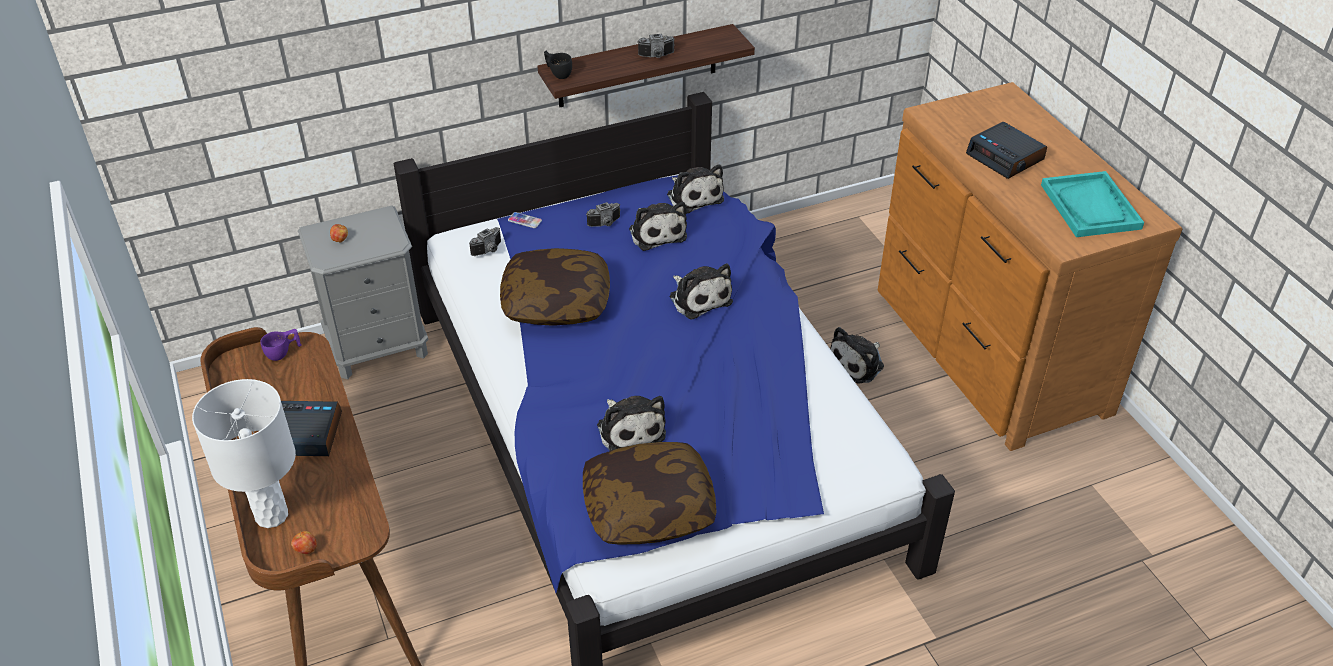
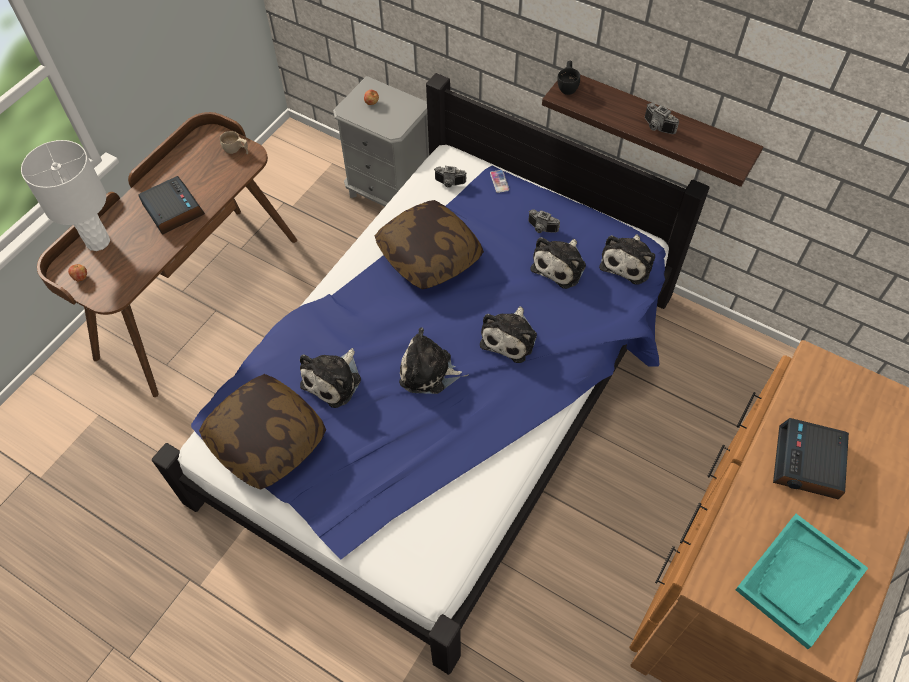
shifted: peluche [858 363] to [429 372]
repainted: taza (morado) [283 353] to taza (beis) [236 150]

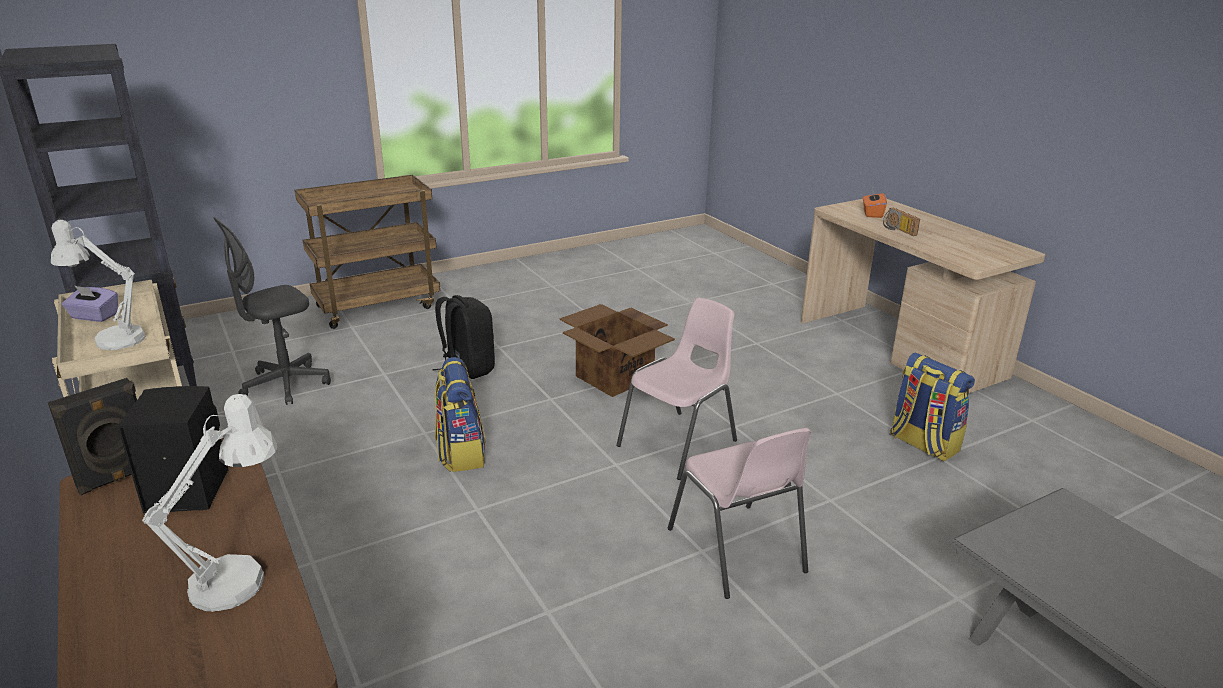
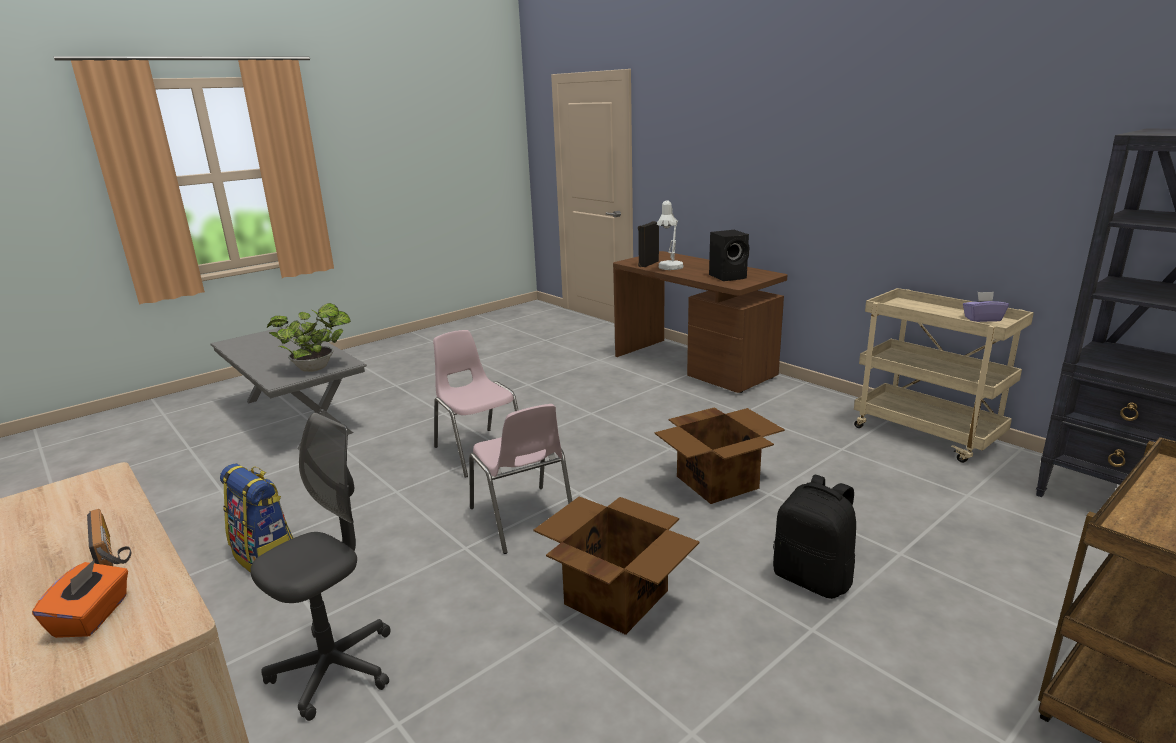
gone: lámpara de mesa (blanco) [112 339]
new: planta en maceta [317 368]
shifted: altavoz (negro) [117 478] to [647 264]; silla de oficina (gris) [285 385] to [334 669]
swapped: mochila [461 453] to caja de cartón [718 482]
rotated: silla (rosa) [680 443] = [523 520] 60 degrees counterclockwise

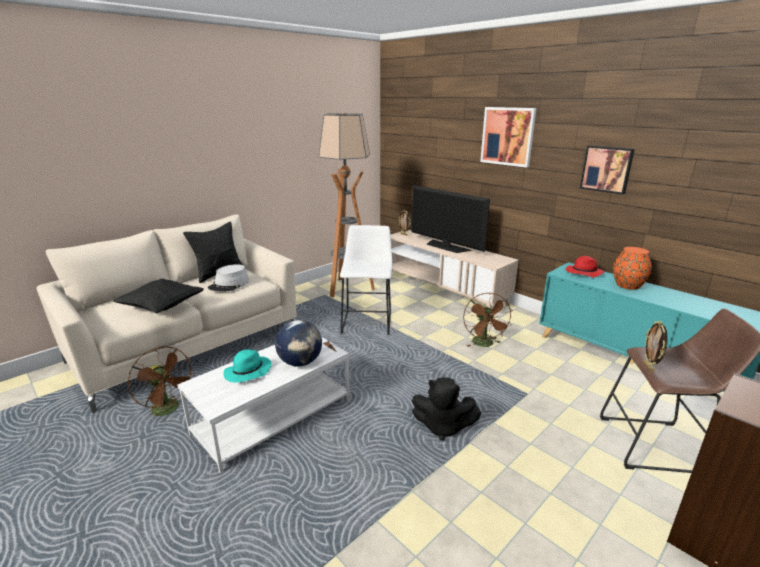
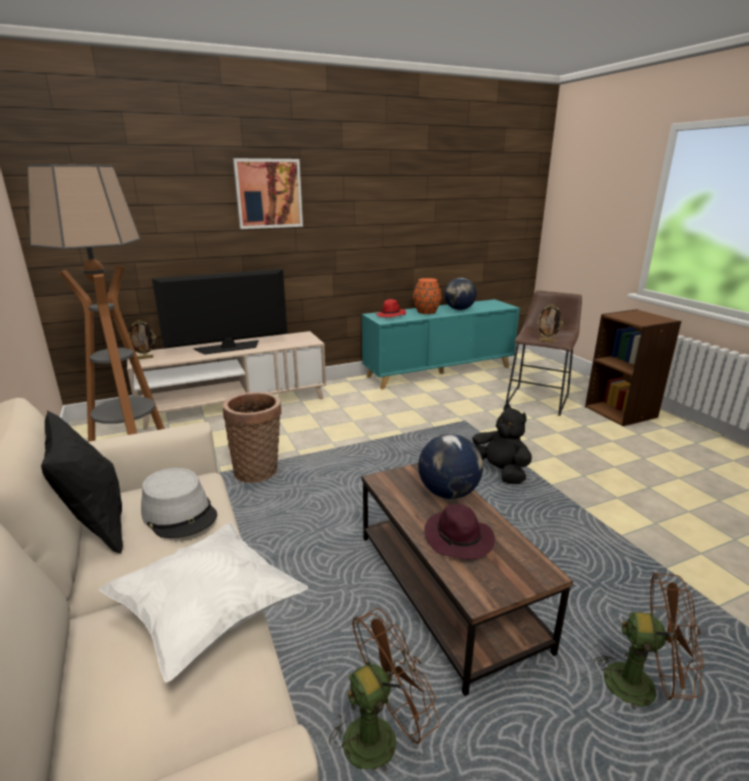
gone: cuadro [607 169]
new: globo terráqueo [459 309]
shifted: ventilador (marrón) [484 344] to [641 686]
swapped: taburete (blanco) [367 321] to cesta [258 471]
repainted: cojín (negro) [162 307] to cojín (blanco) [208 614]; mesa de centro (blanco) [274 416] to mesa de centro (marrón) [445 589]; sombrero (turquesa) [247 372] to sombrero (morado) [459 539]
rotated: peluche (negro) [443 427] = [499 471] 75 degrees counterclockwise

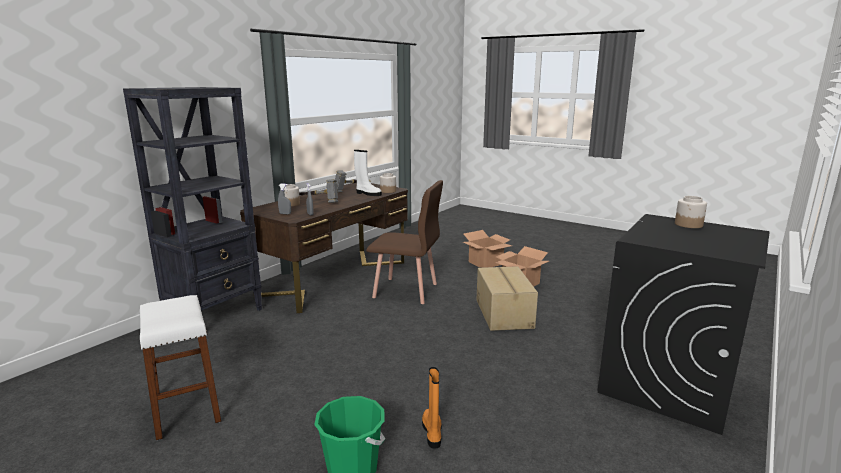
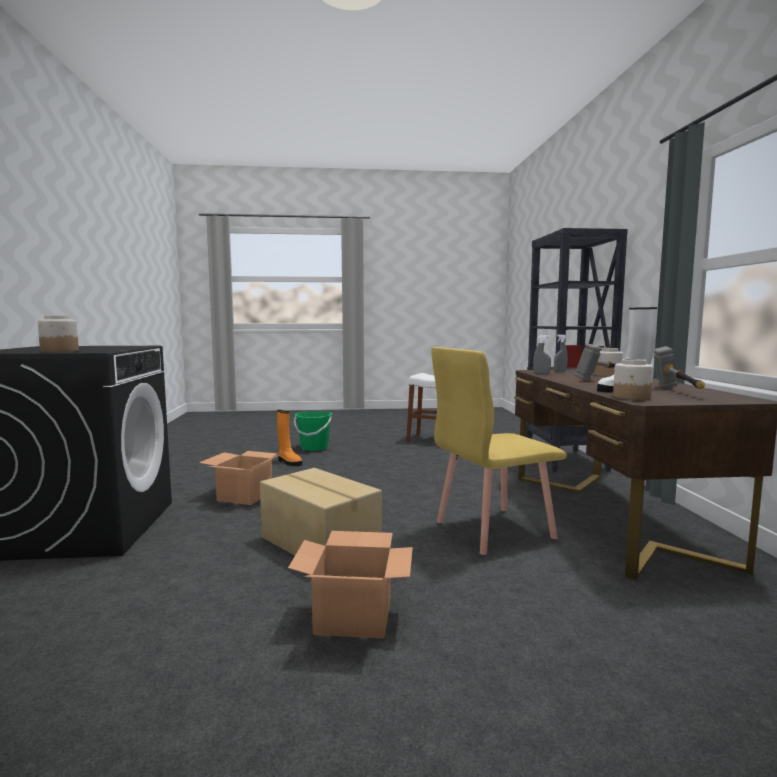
shifted: caja de cartón [486 263] to [245 496]
repainted: silla (marrón) [406 291] to silla (amarillo) [492 529]

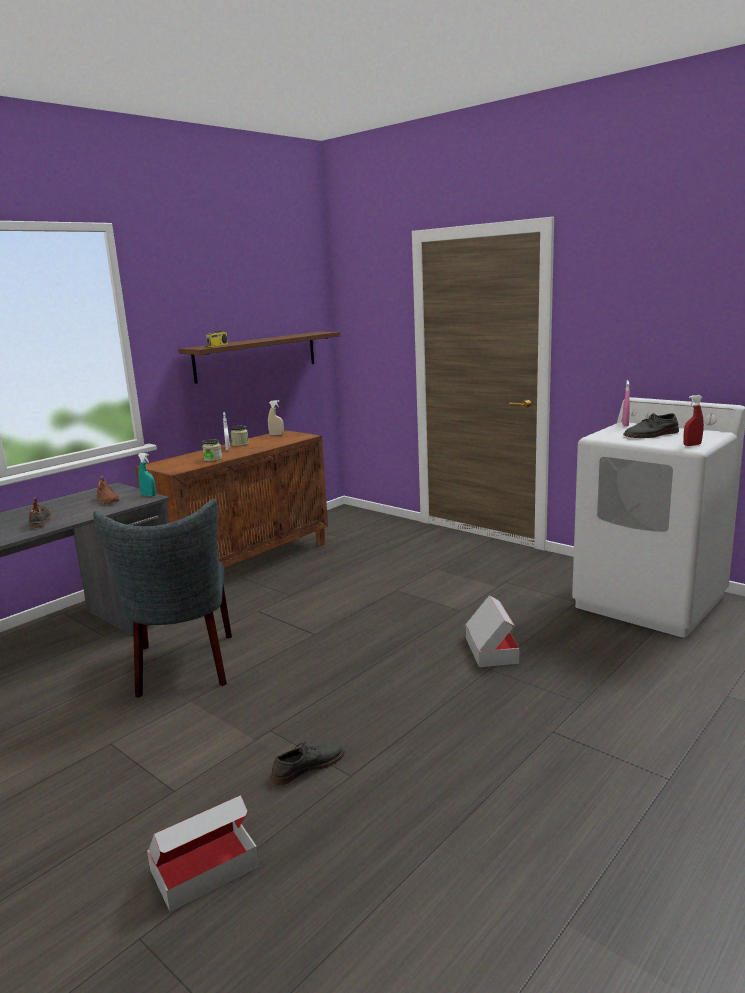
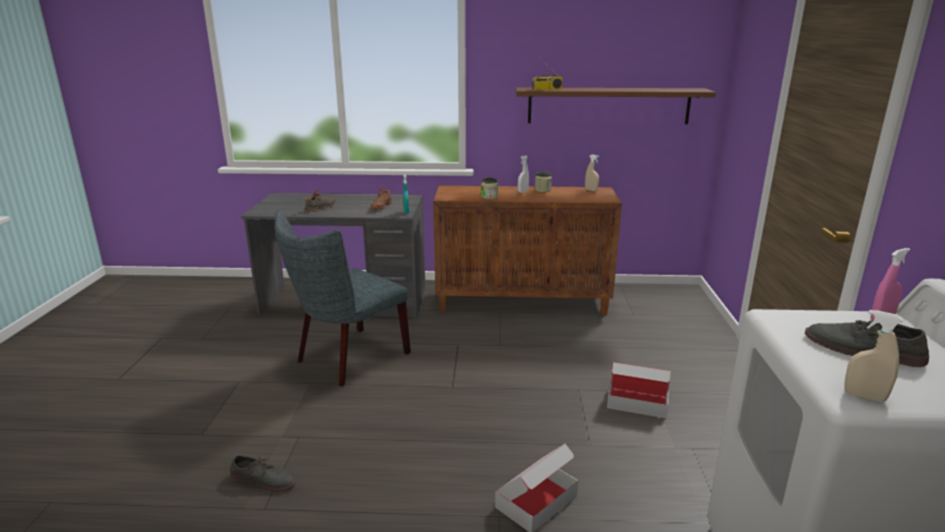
shifted: caja de cartón [204 868] to [637 402]
repainted: pulverizador (rojo) [692 445] to pulverizador (beis) [864 396]

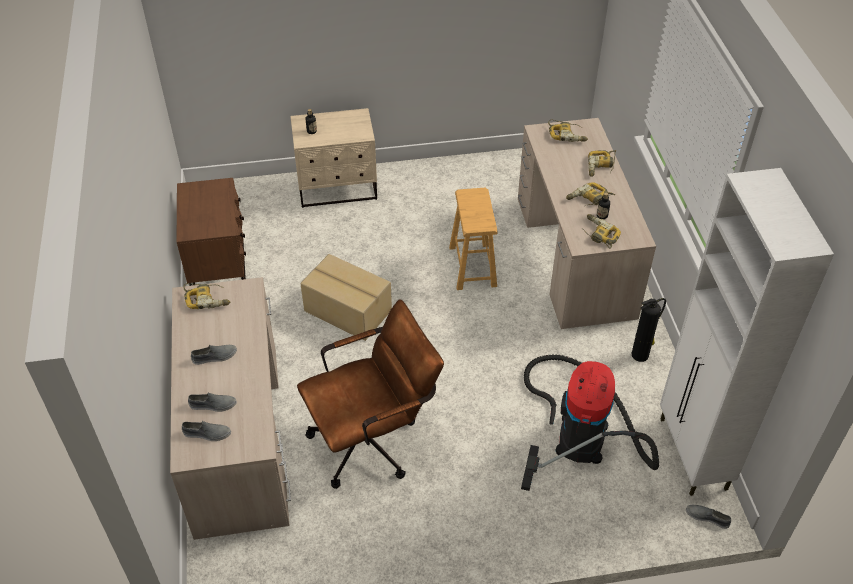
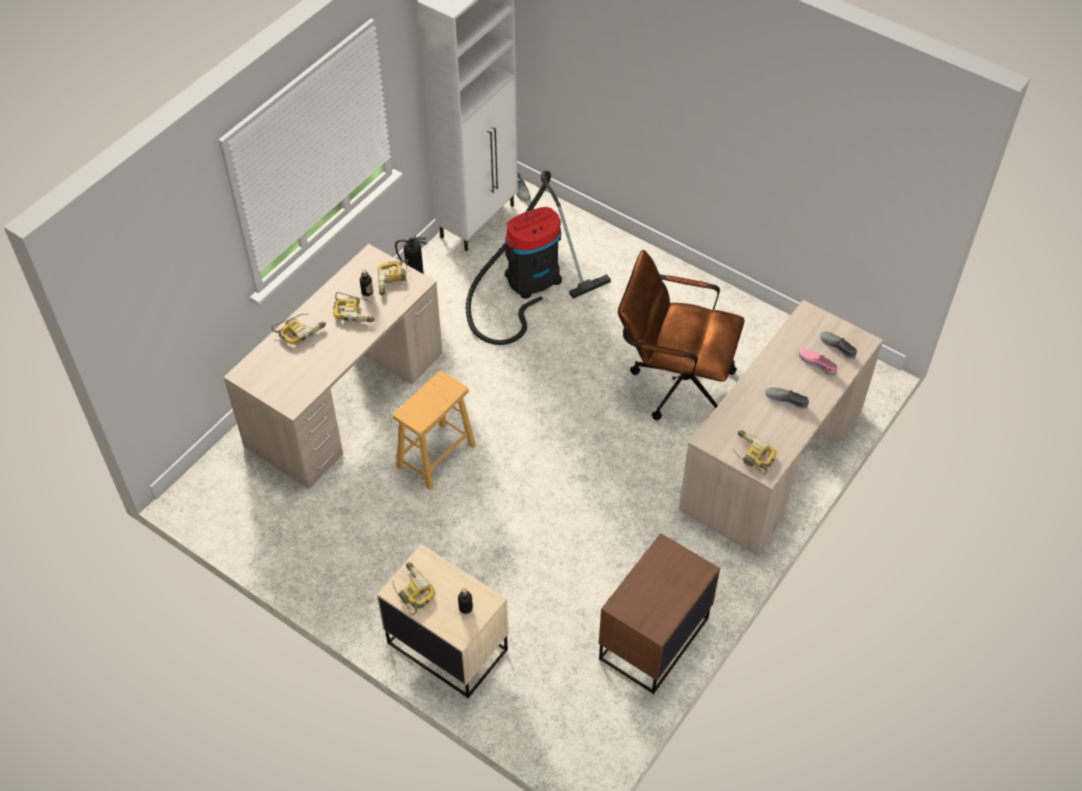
gone: caja de cartón [347 311]
shifted: taladro [567 135] to [411 591]
repainted: zapato (gris) [213 405] to zapato (rosa) [817 364]

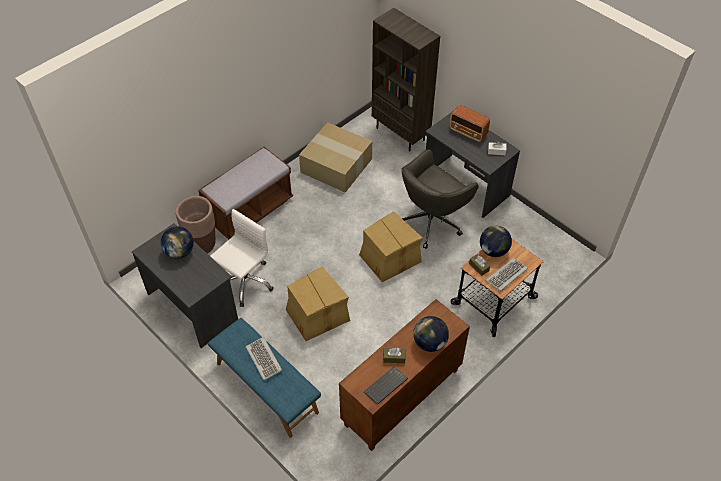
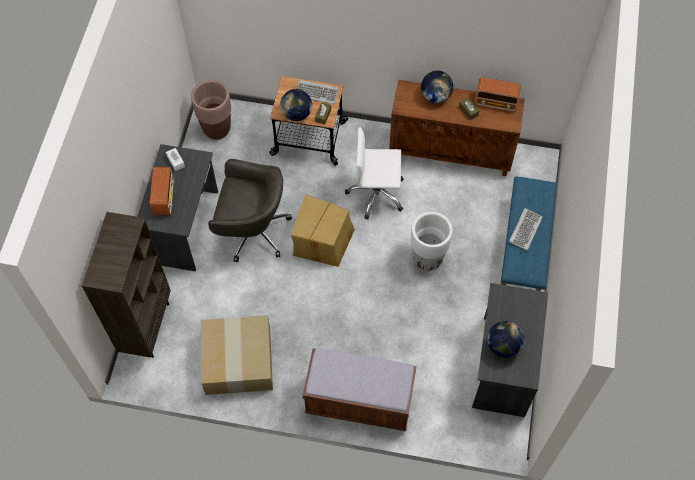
shifted: maceta (marrón) [202 245] to [216 129]; silla de oficina (blanco) [245 281] to [376 194]
swapped: caja de cartón [317 314] to maceta (blanco) [427 258]; teclado [386 386] to radio [496 102]

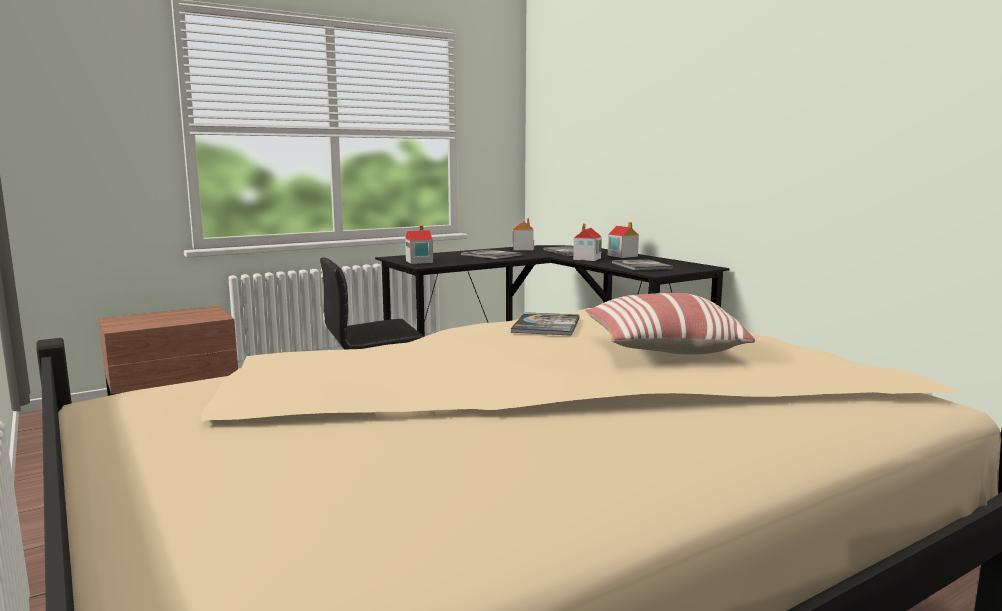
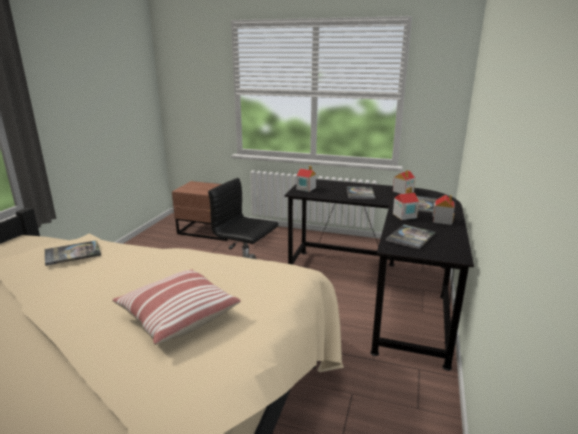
shifted: libro [546 325] to [72 253]

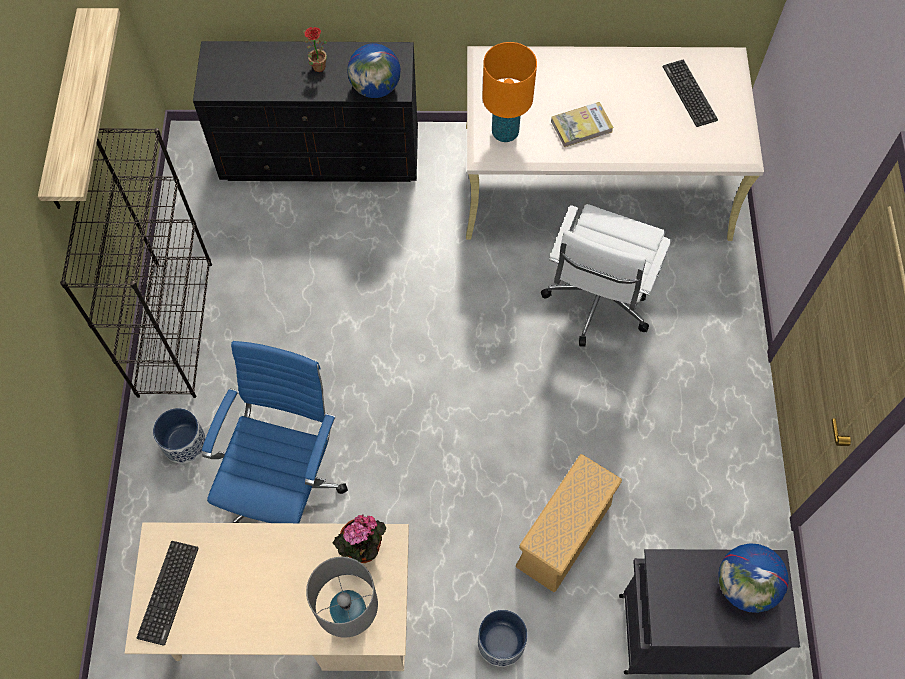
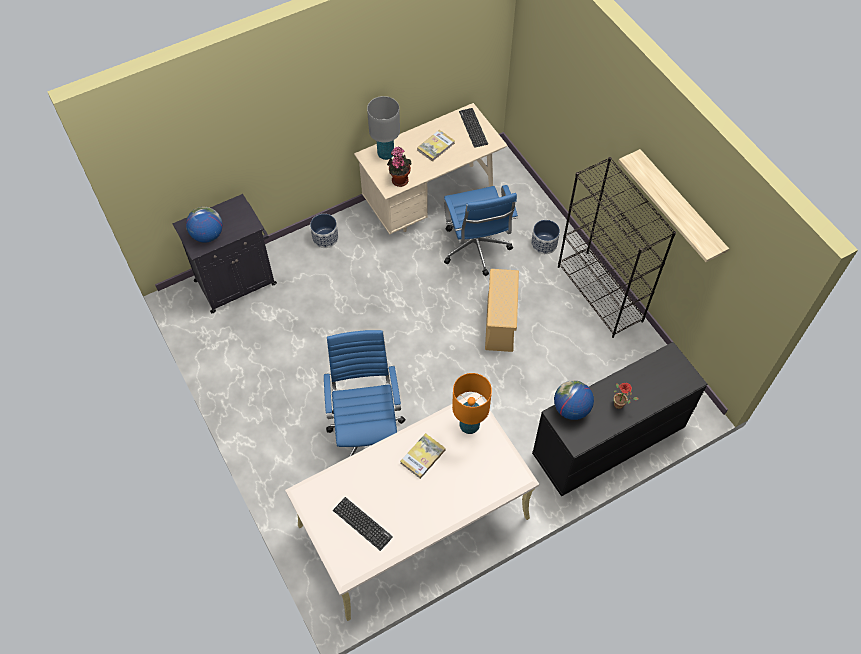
new: libro [436 147]
shifted: caja de almacenaje (beis) [564 533] to [500 323]
repainted: silla de oficina (blanco) [596 304] to silla de oficina (azul) [367 432]

